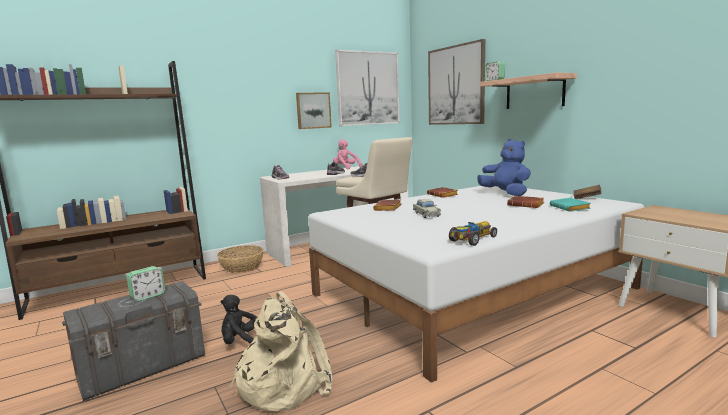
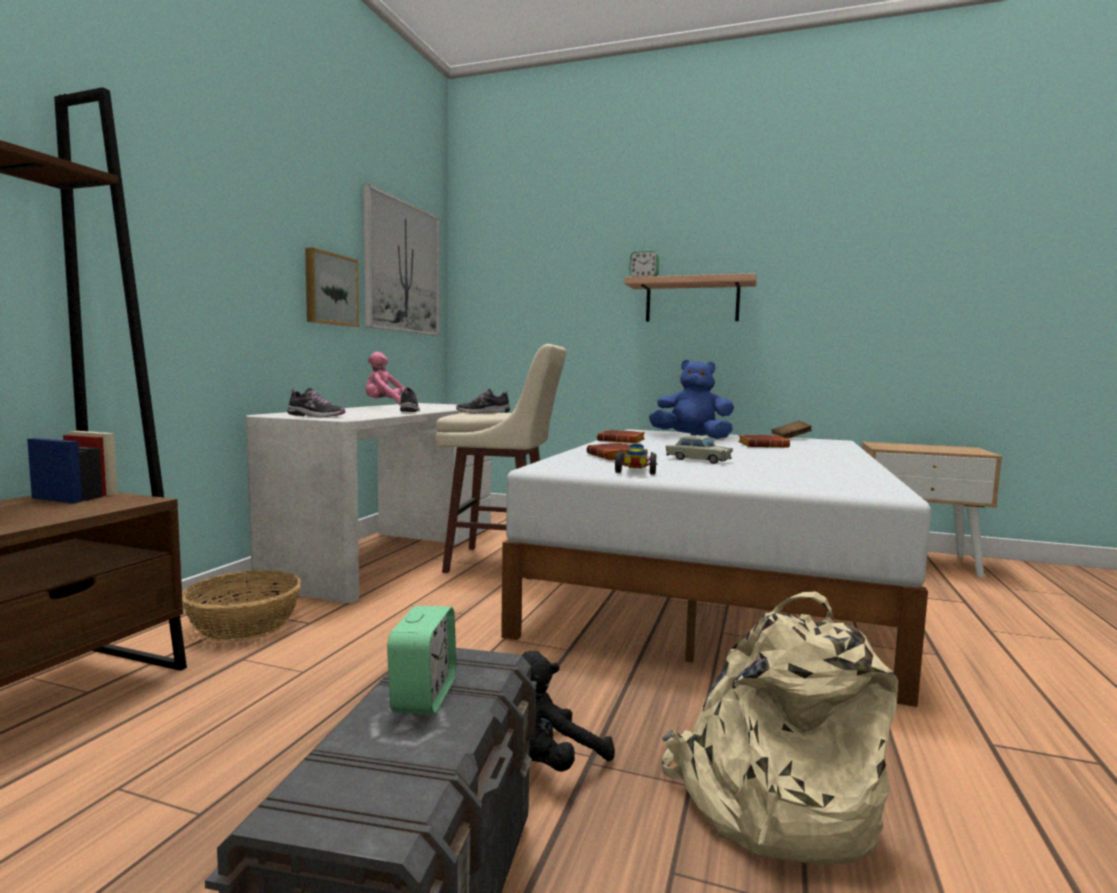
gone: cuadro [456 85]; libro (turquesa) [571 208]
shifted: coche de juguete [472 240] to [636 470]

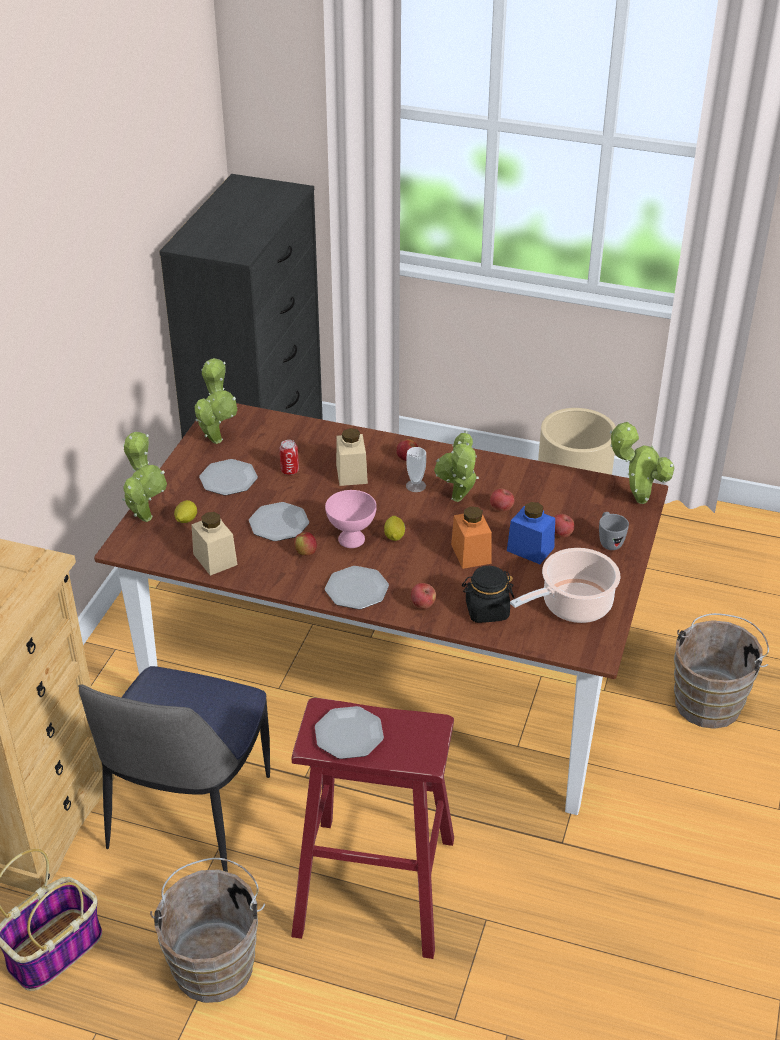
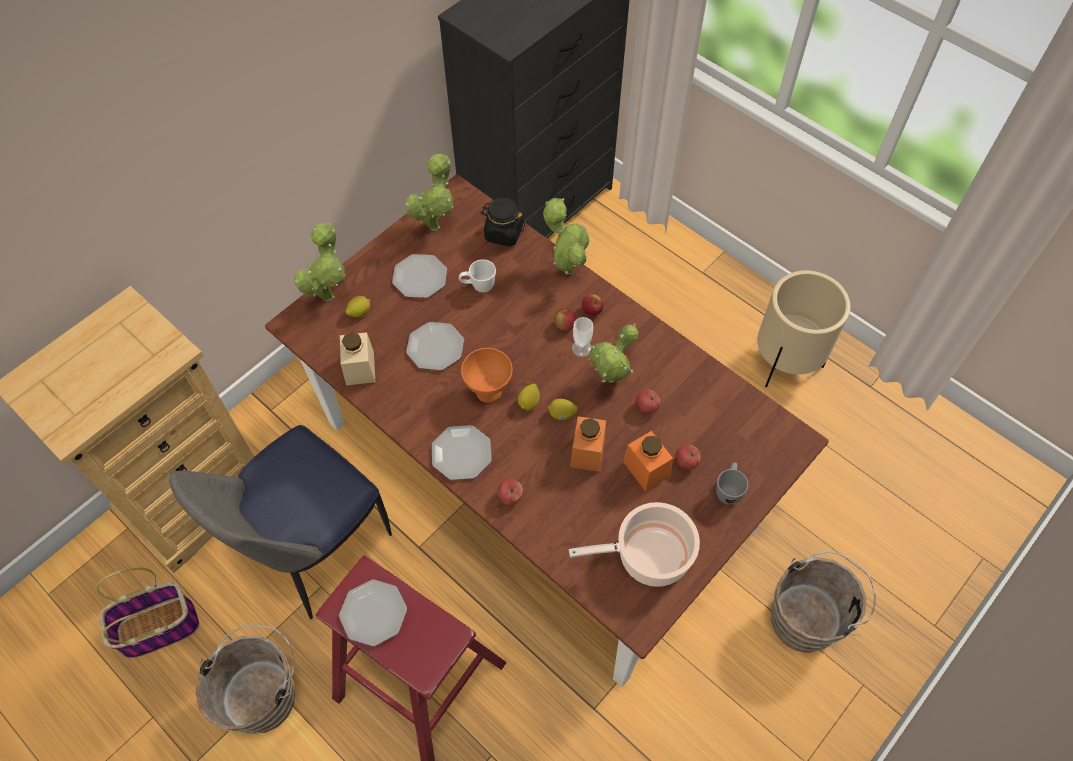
gone: tarro (beis) [351 474]
new: limón [562 414]
shifted: manzana [305 553] to [564 325]; tarro (negro) [486 610] to [503 233]; planta en maceta [637 499] to [566 267]
swapped: lata [289 470] to taza grande (blanco) [478 286]
repainted: cuenco (rosa) [352 540] to cuenco (naranja) [488 392]; tarro (azul) [530 549] to tarro (naranja) [646 469]

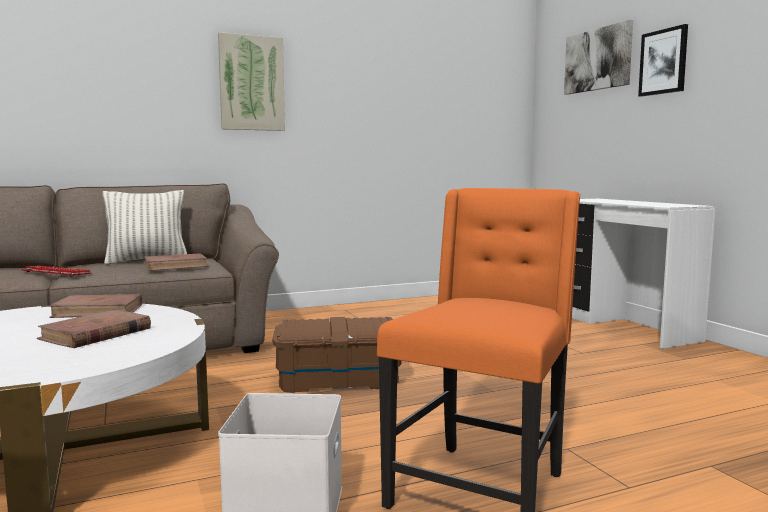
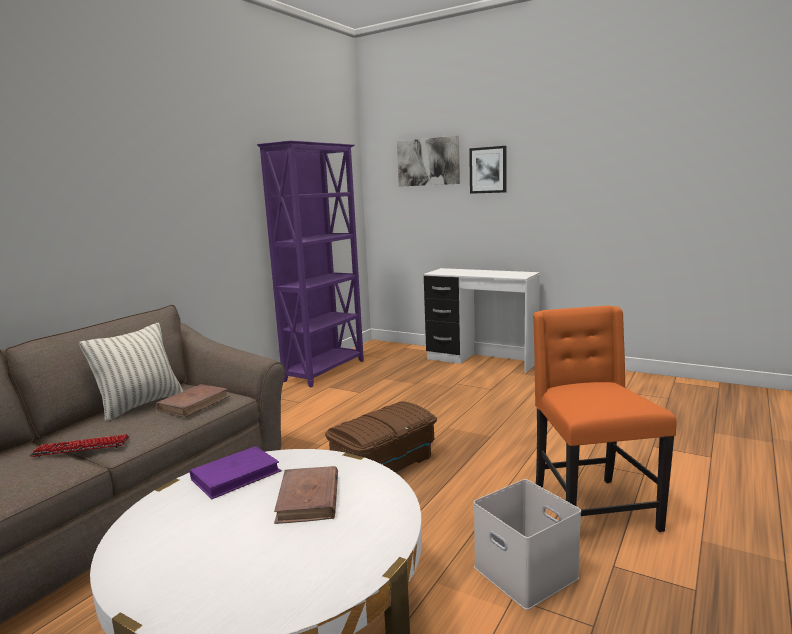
gone: cuadro [251 83]
new: estantería (morado) [326 371]
repainted: libro (marrón) [98 311] to libro (morado) [236 475]

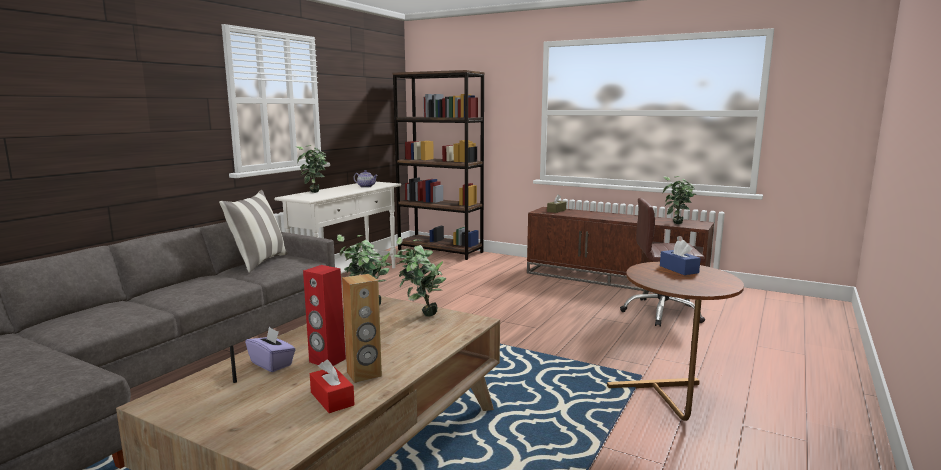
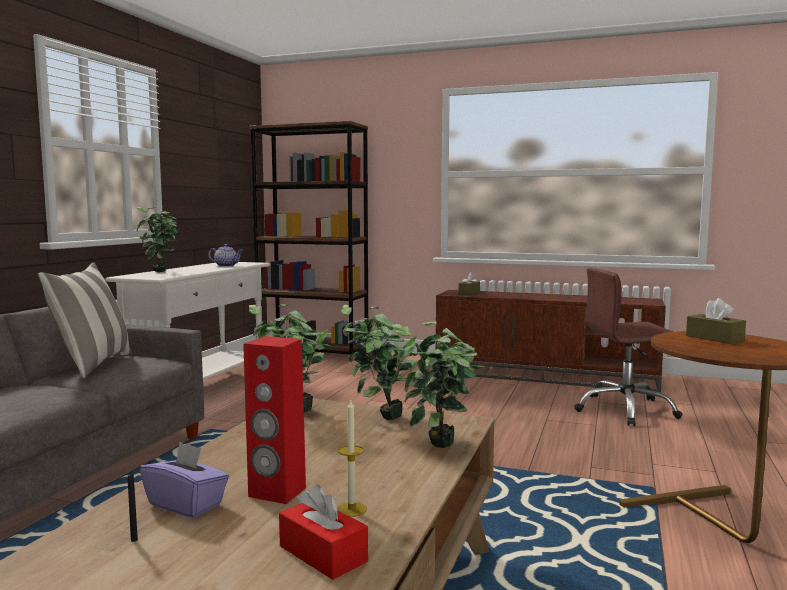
shifted: planta en maceta [676 224] to [438 450]
swapped: altavoz (marrón) [364 374] to vela [351 509]
repainted: caja de pañuelos (azul) [679 269] to caja de pañuelos (marrón) [714 338]

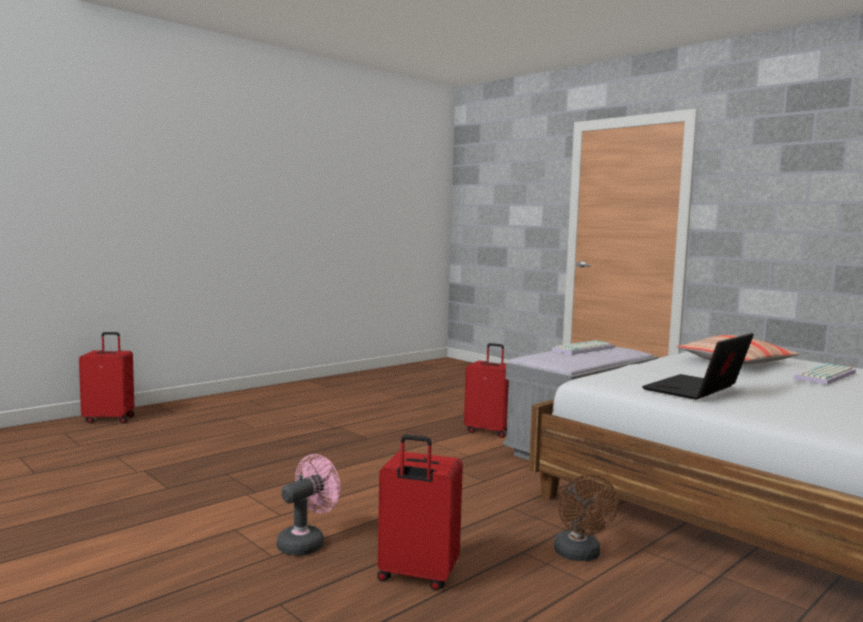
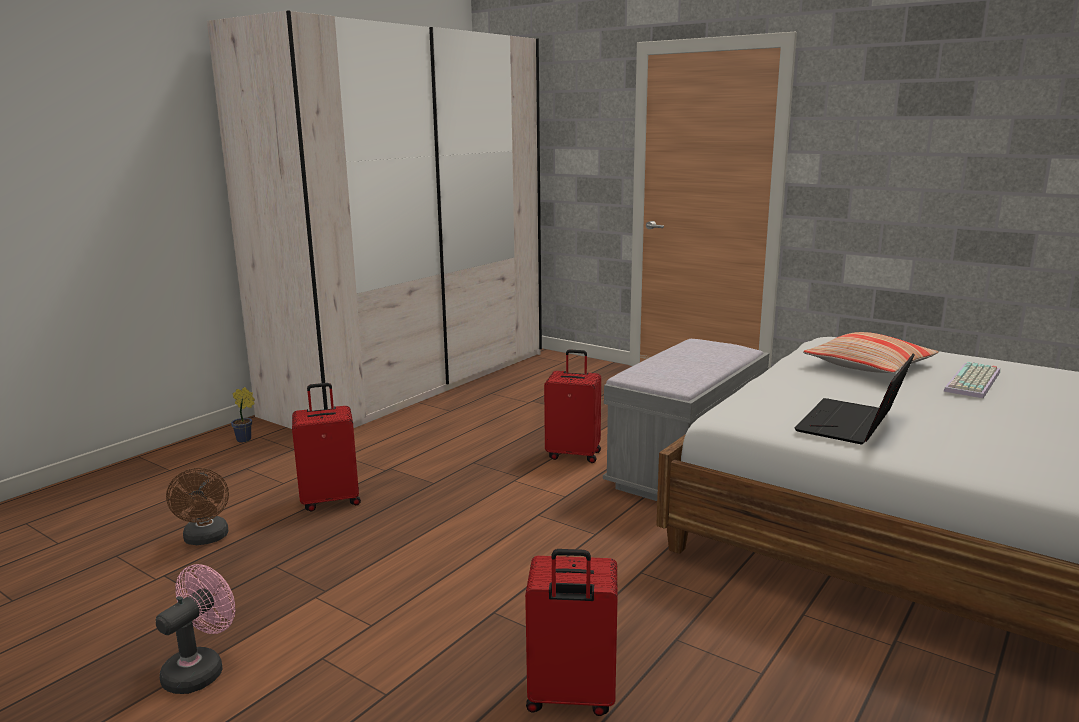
gone: teclado [584 349]
new: armario ropero (beis) [414 382]; planta en maceta [246 440]
shifted: maleta (rojo) [109 419] to [331 500]; ventilador (rosa) [306 542] to [200 669]; ventilador (marrón) [580 555] to [206 539]

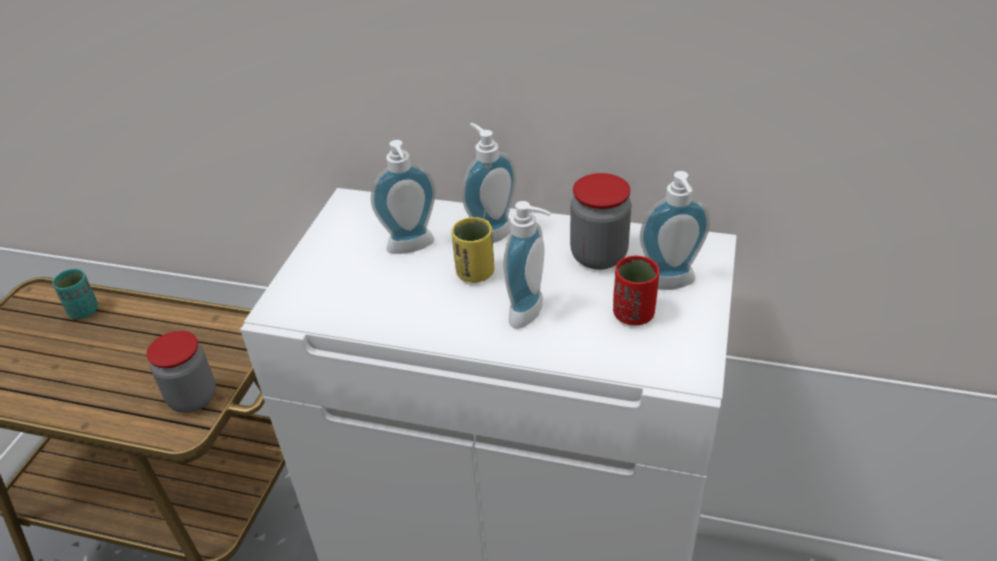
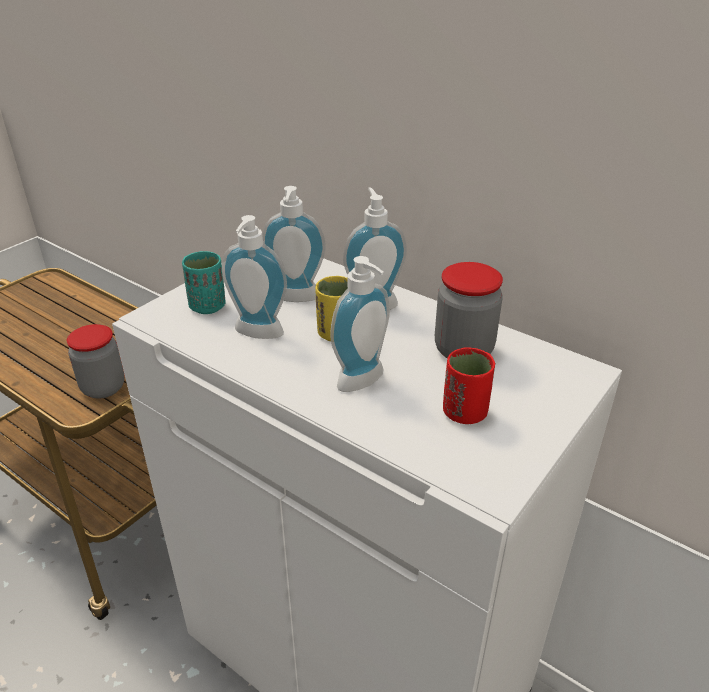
shifted: taza (turquesa) [84 311] to [208 306]; dispensador de jabón [670 285] to [257 334]

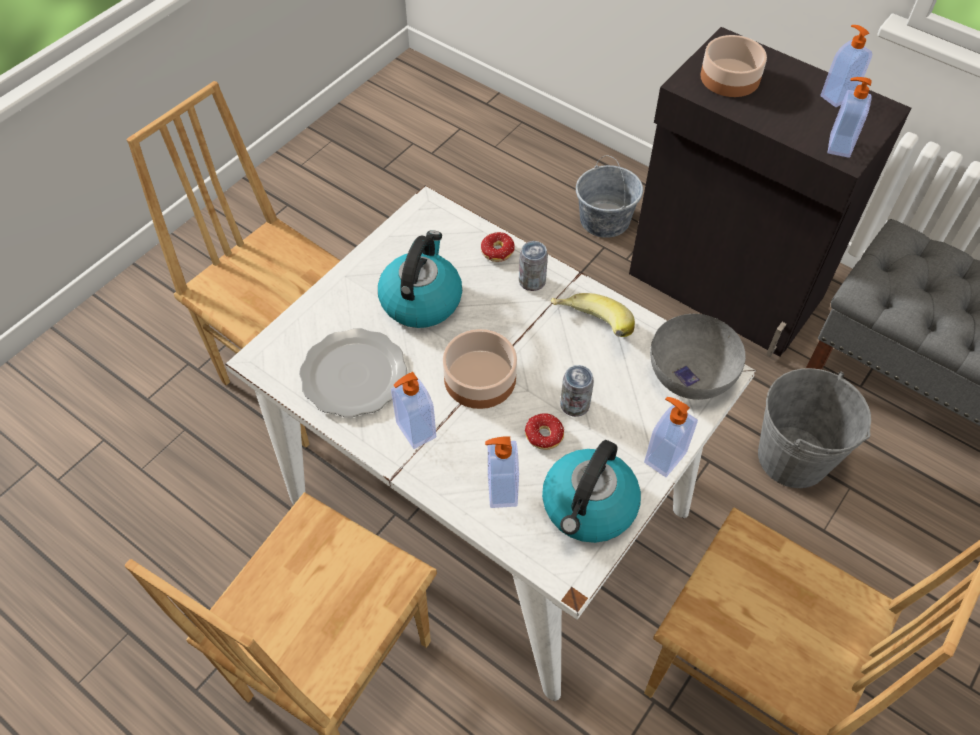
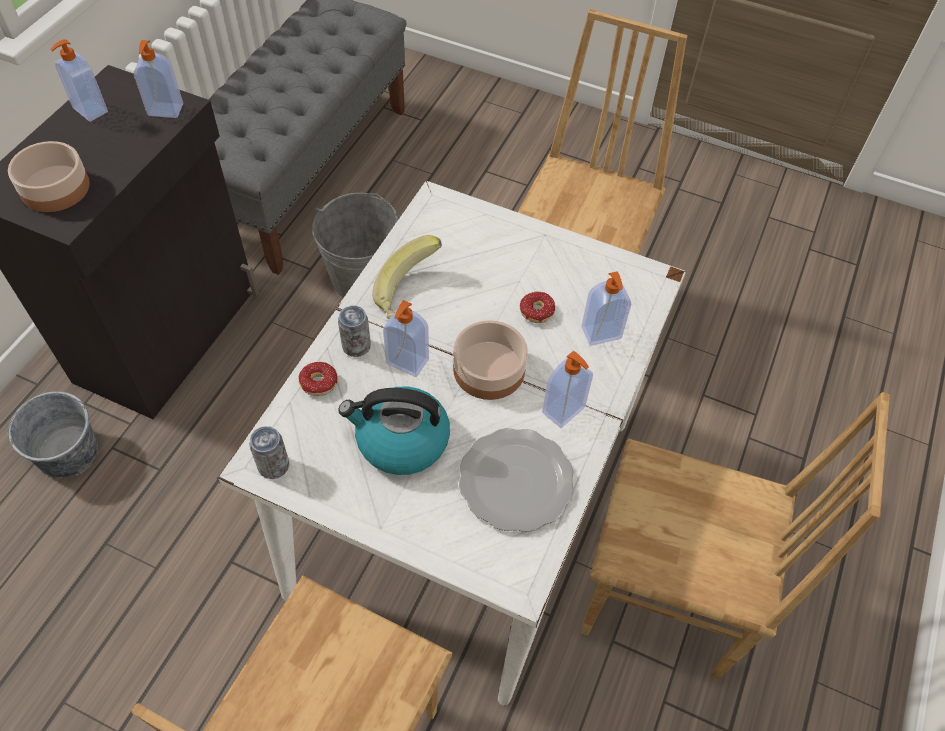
gone: hervidor [588 507]; cuenco (gris) [692 375]
shifted: lata [574 405] to [273 466]; dispensador de jabón [664 457] to [406 363]

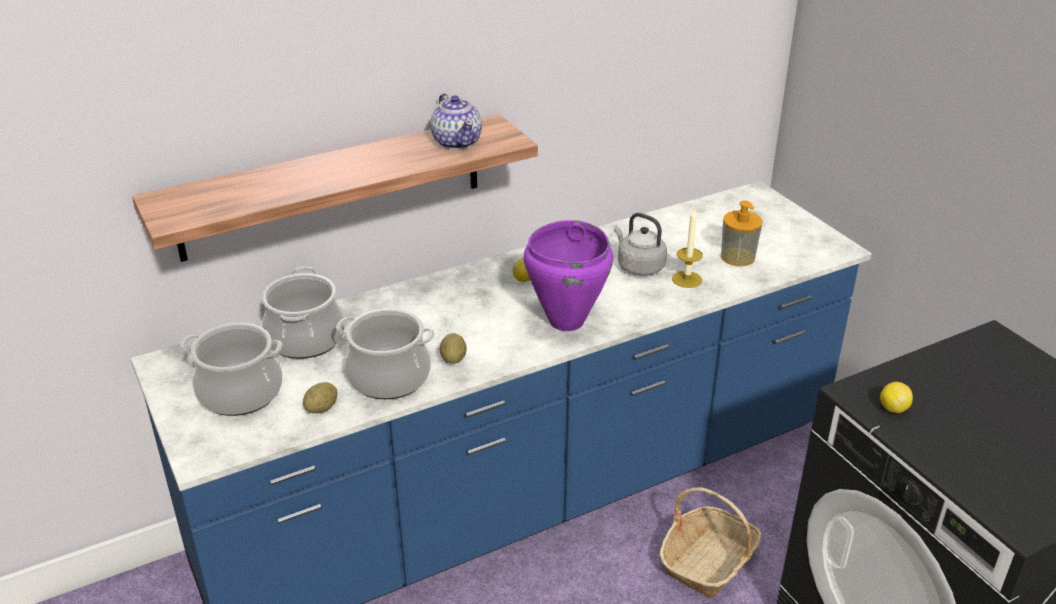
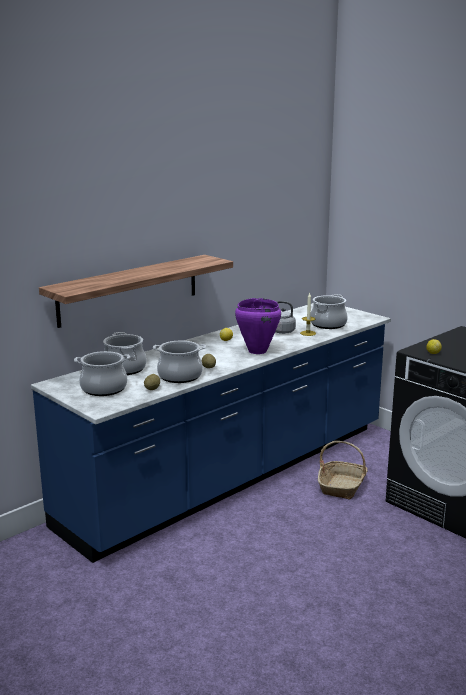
gone: tetera [457 142]
swapped: dispensador de jabón [738 257] to olla [328 324]

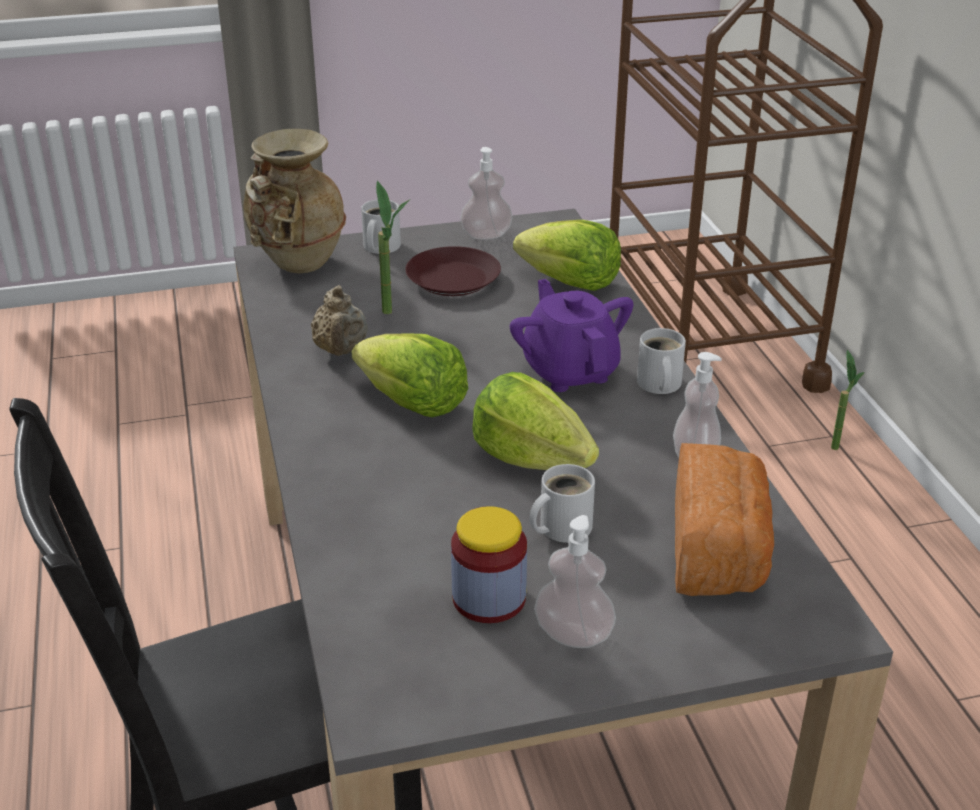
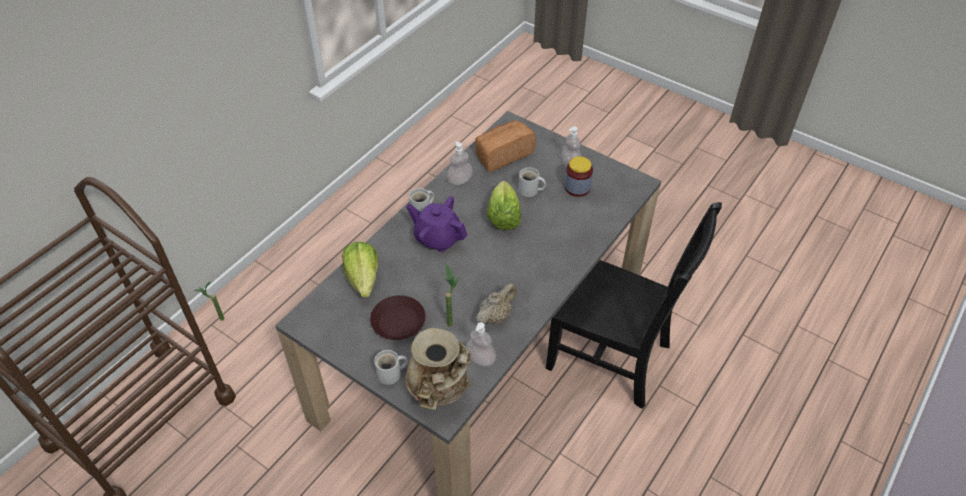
gone: lechuga [412 404]
shifted: dispensador de jabón [486 235] to [481 359]
rotated: tetera (morado) [570 371] = [437 238] 90 degrees clockwise

